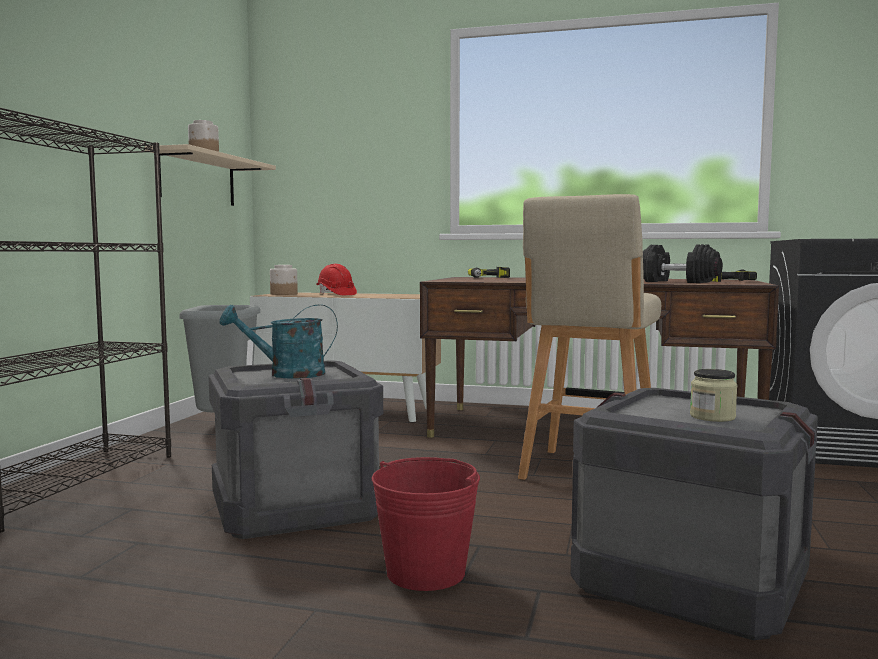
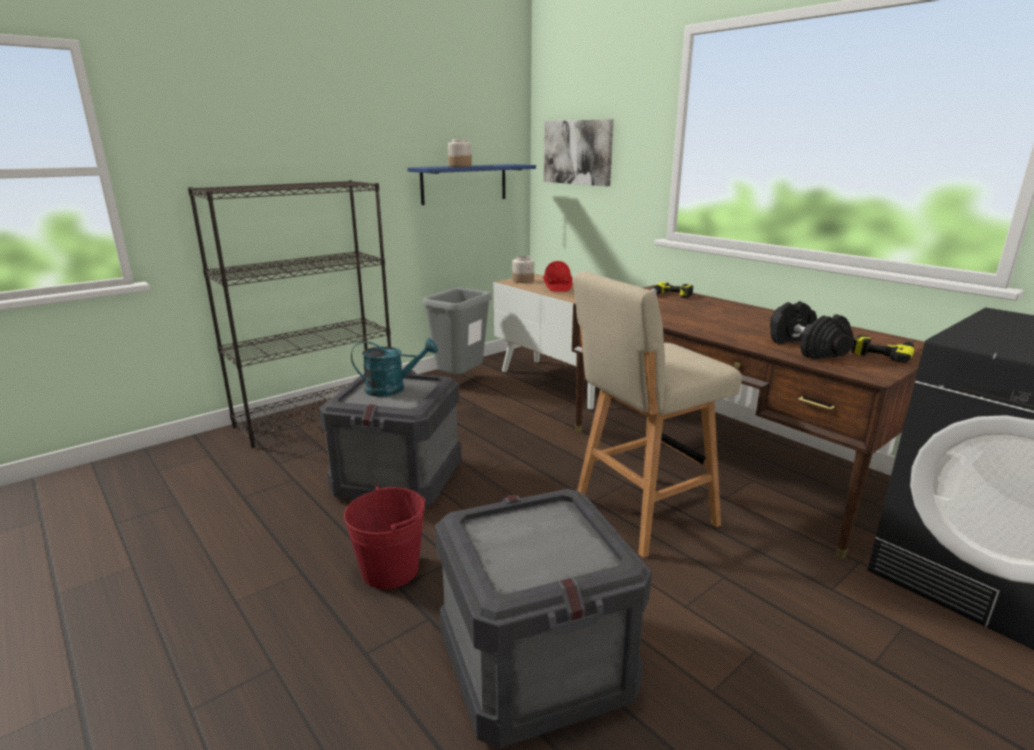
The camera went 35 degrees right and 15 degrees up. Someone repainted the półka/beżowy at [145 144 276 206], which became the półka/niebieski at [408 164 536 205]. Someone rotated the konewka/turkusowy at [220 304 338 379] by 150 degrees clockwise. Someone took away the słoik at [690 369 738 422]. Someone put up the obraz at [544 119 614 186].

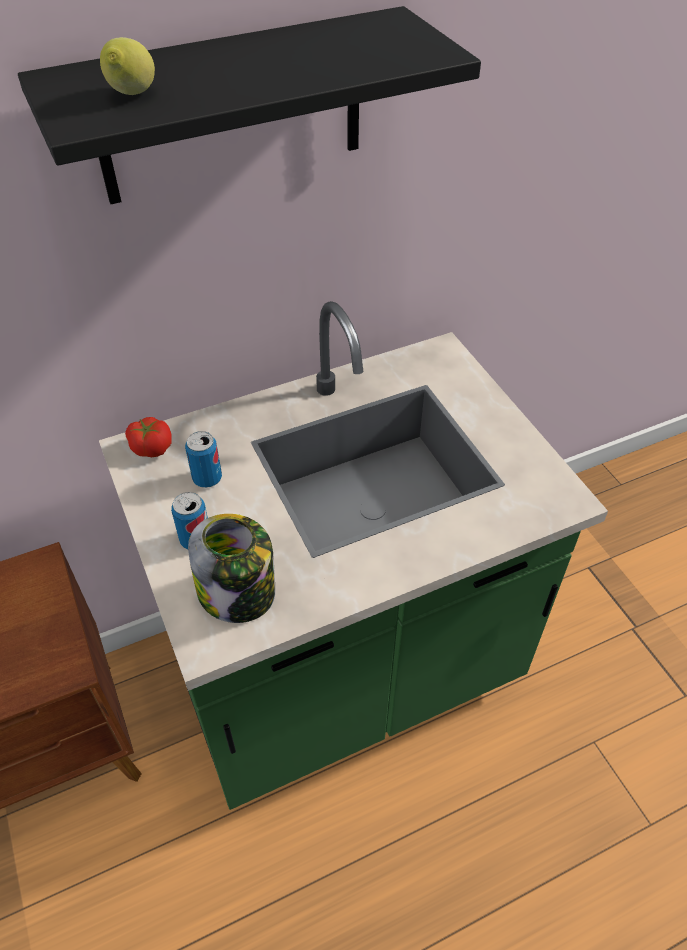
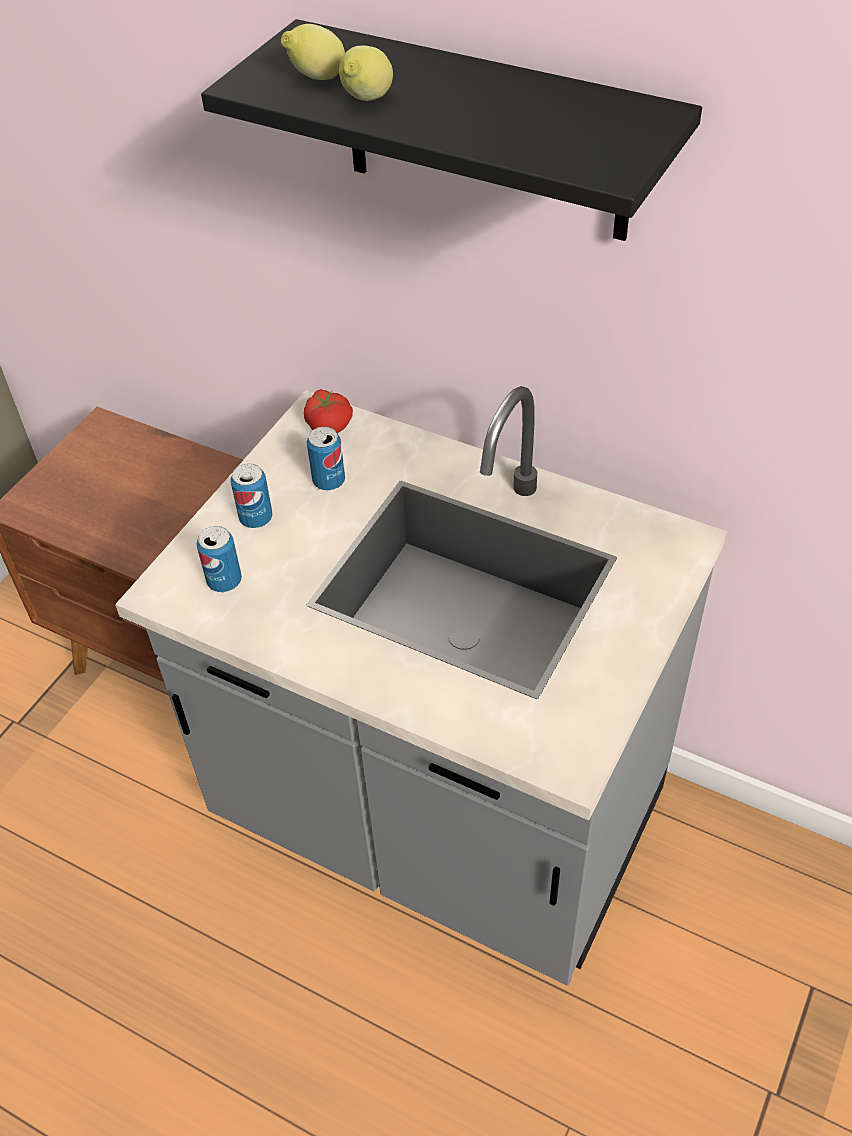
The camera went 55 degrees right and 0 degrees up. Someone repainted the zabudowa kuchenna/zielony at [99 301 608 810], which became the zabudowa kuchenna/szary at [115 386 727 986]. Someone swapped the słoik at [188 514 275 623] for the puszka at [197 526 242 592]. Someone put down the cytryna at [339 46 393 101].

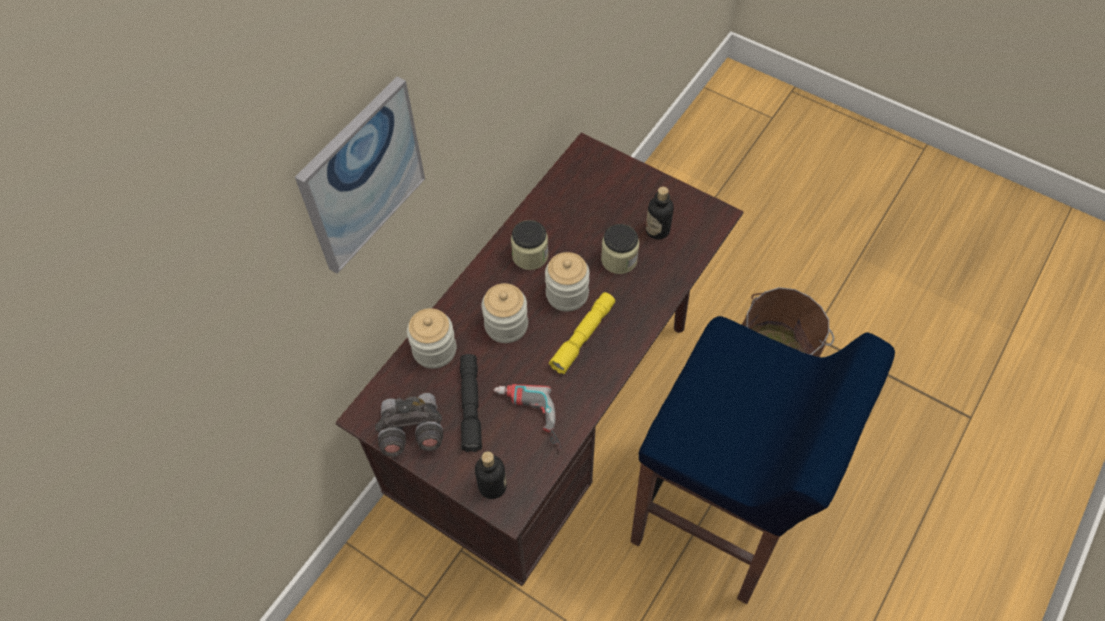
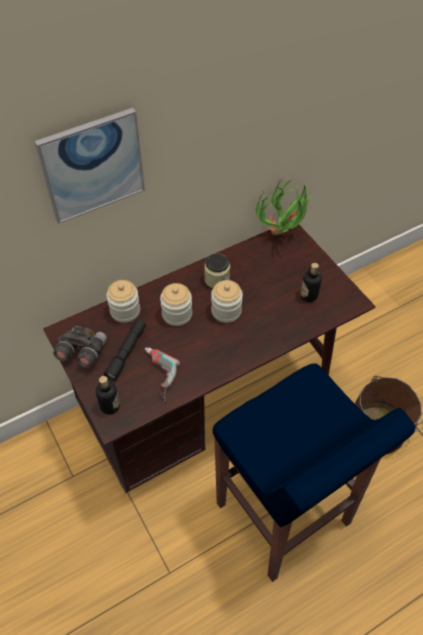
The camera went 25 degrees right and 5 degrees down. Someone took away the słoik at [601 224 639 274]. Someone took away the latarka/żółty at [549 292 615 374]. Someone put down the roślina doniczkowa at [256 180 313 235].

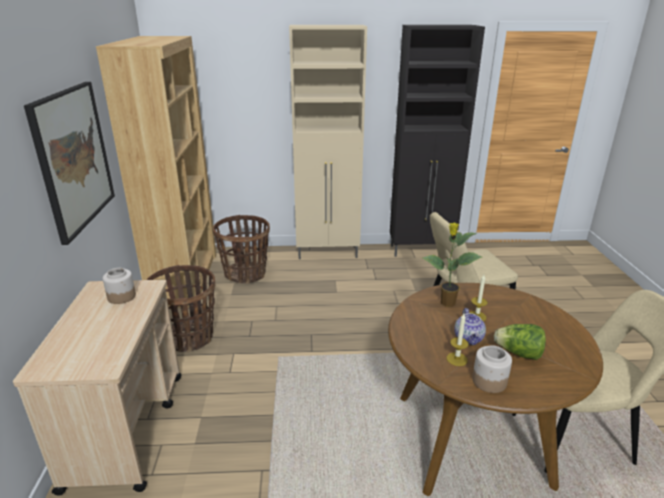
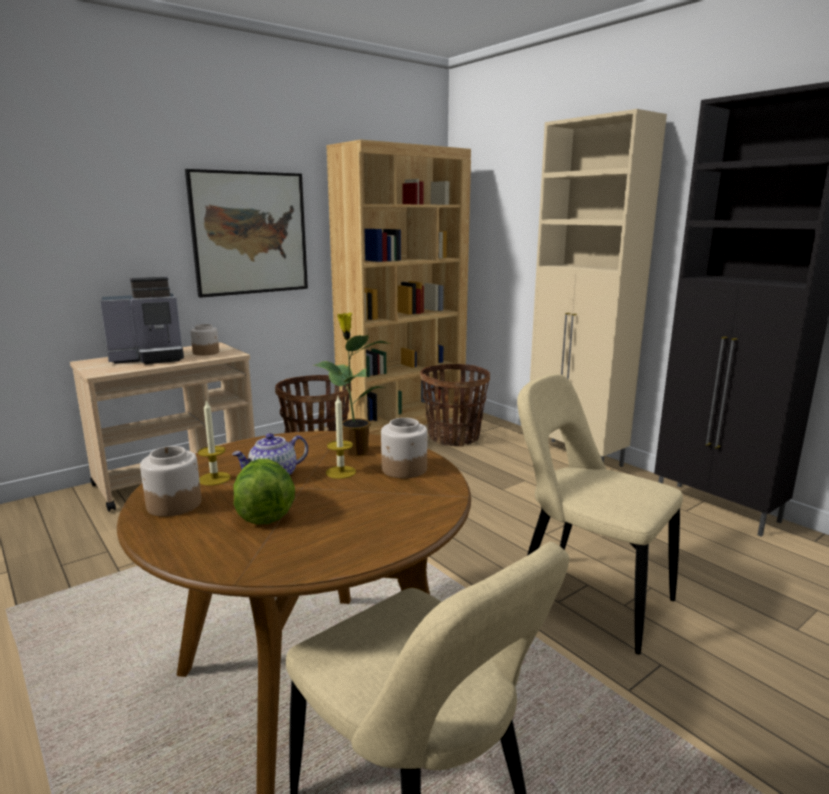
The camera went 55 degrees right and 10 degrees down. Someone put down the ekspres do kawy at [99 277 184 364]. Someone put down the słoik at [381 418 427 478].

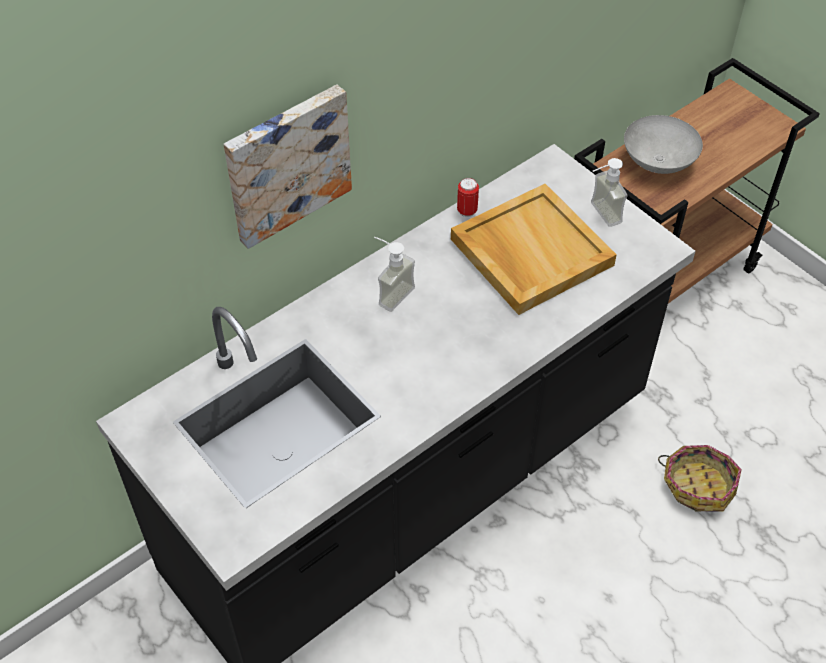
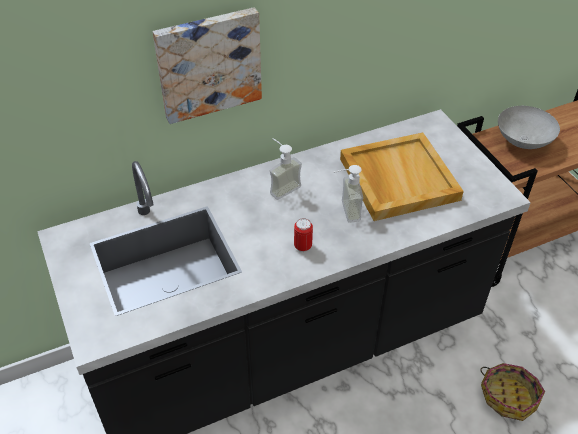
The camera went 15 degrees right and 5 degrees down. Someone carried the dozownik mydła from [591 158 627 227] to [334 165 363 223]. Someone carried the puszka from [457 178 479 217] to [294 218 313 252].

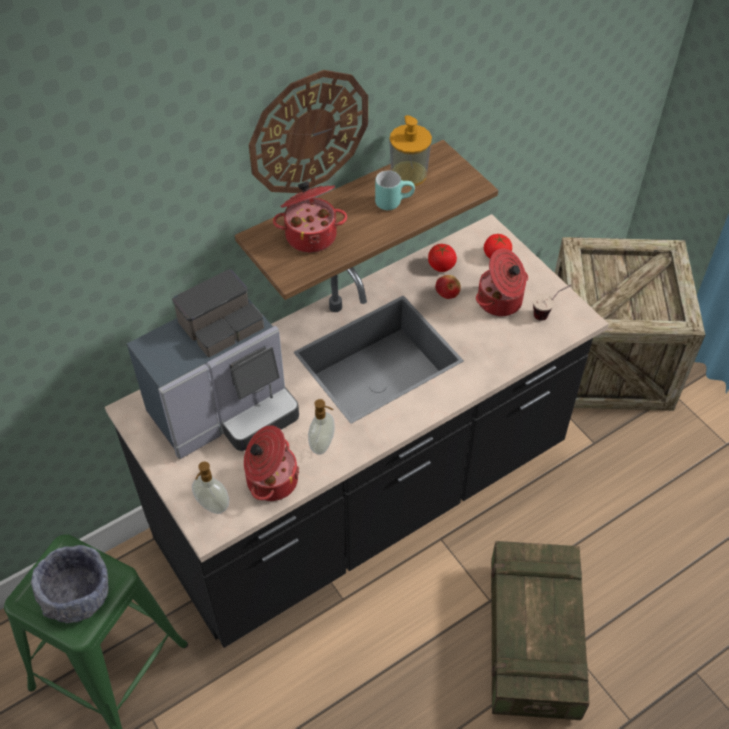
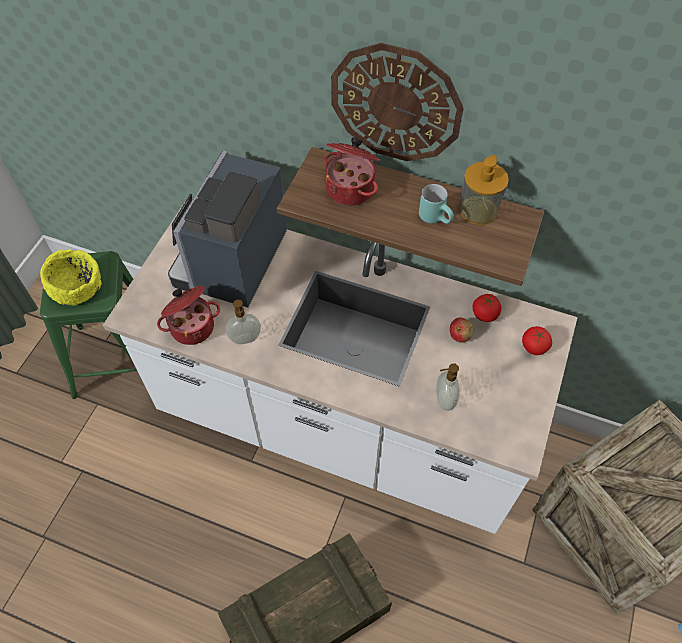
The camera went 55 degrees right and 5 degrees up. Someone repainted the zabudowa kuchenna/czarny at [105 214 609 648], which became the zabudowa kuchenna/biały at [103 204 578 534]. Someone took away the garnek at [476 248 528 316]. Someone rotated the ekspres do kawy at [127 269 299 459] by 90 degrees clockwise. Someone took away the filiżanka at [533 285 571 321]. Someone carried the dozownik mydła from [192 462 229 514] to [436 363 460 411]. Someone repainted the miska/szary at [31 545 109 623], which became the miska/żółty at [40 249 101 305].

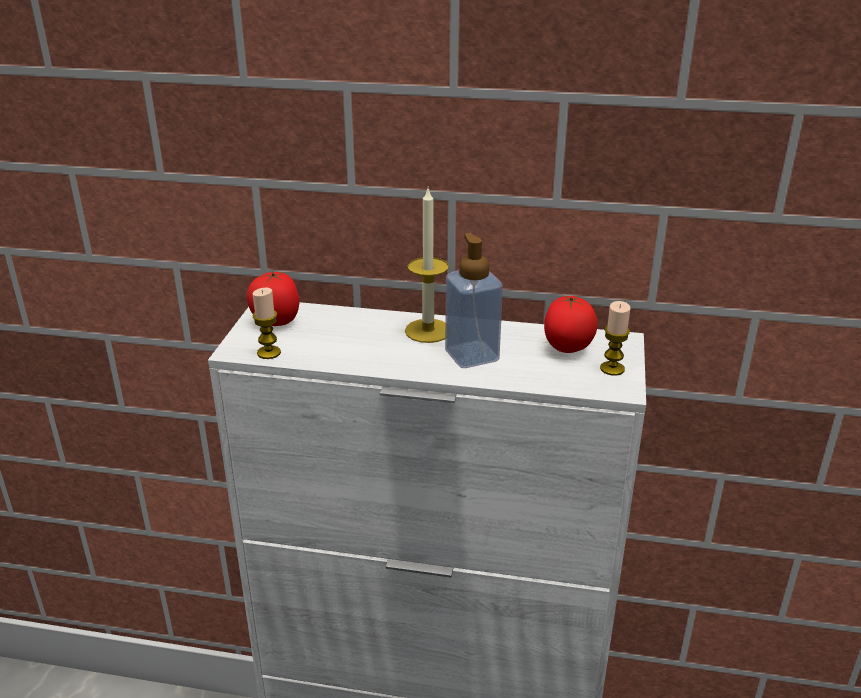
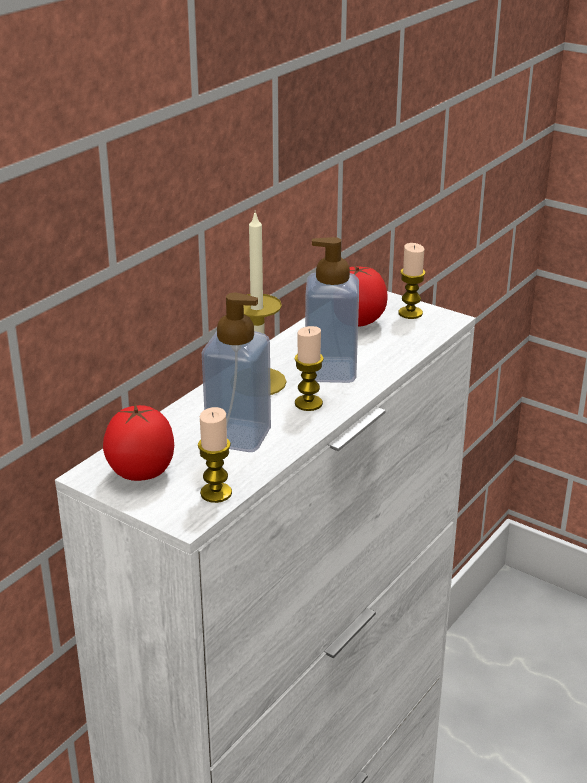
The camera went 65 degrees left and 0 degrees up. Someone put down the dozownik mydła at [202 293 271 452]. Someone put down the świeca at [294 326 324 411].

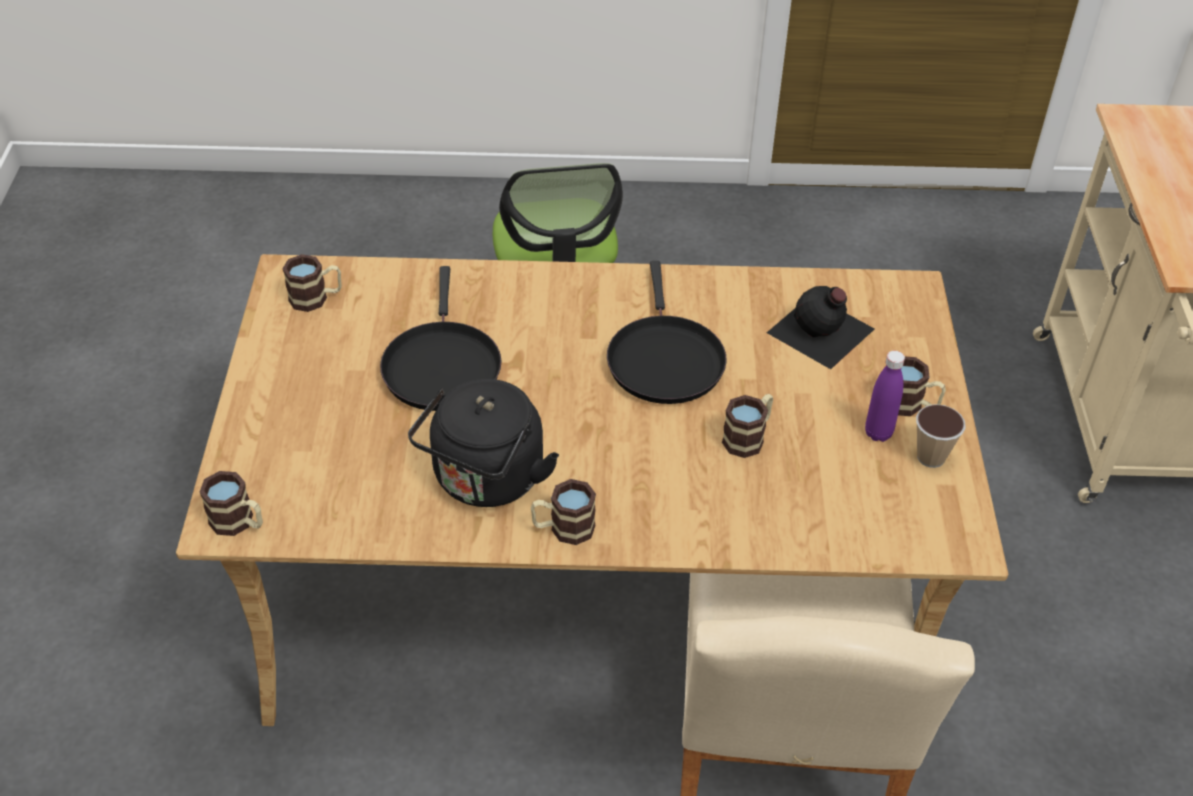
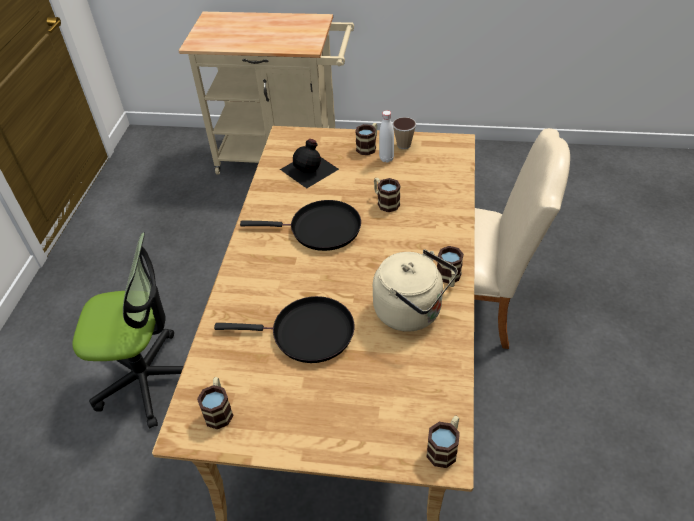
The camera went 80 degrees left and 0 degrees up. Someone repainted the butelka/fioletowy at [865 351 905 442], which became the butelka/biały at [379 110 394 163]. Someone repainted the czajnik/czarny at [408 379 559 507], which became the czajnik/beżowy at [373 249 458 332].

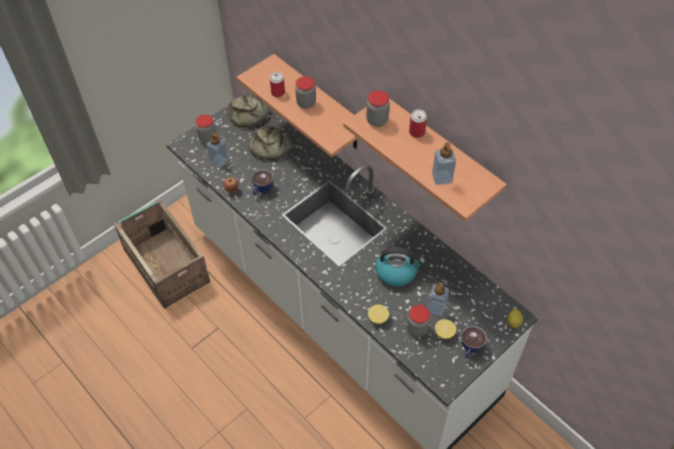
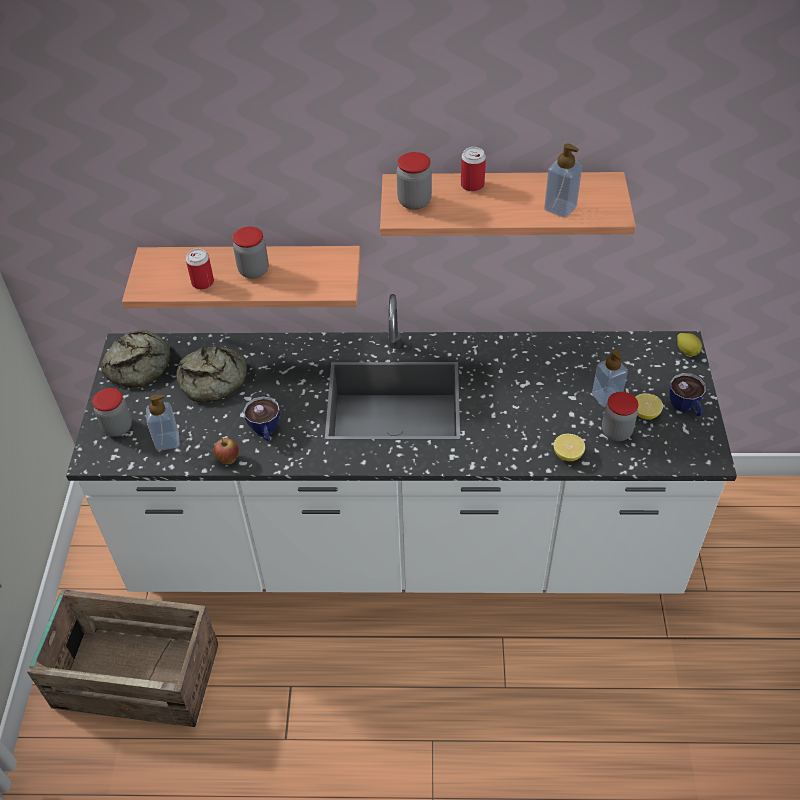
The camera went 45 degrees left and 5 degrees down. Someone took away the czajnik at [375 247 425 287].

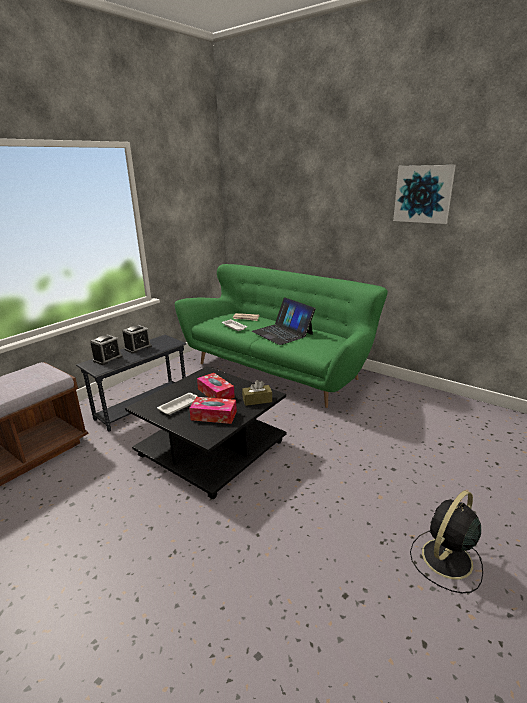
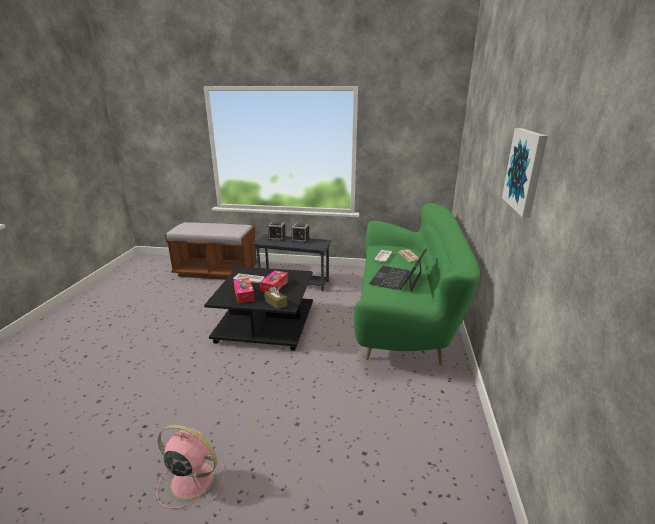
The camera went 60 degrees right and 0 degrees up. Someone repainted the wentylator/czarny at [410 490 483 594], which became the wentylator/różowy at [156 424 225 509].

